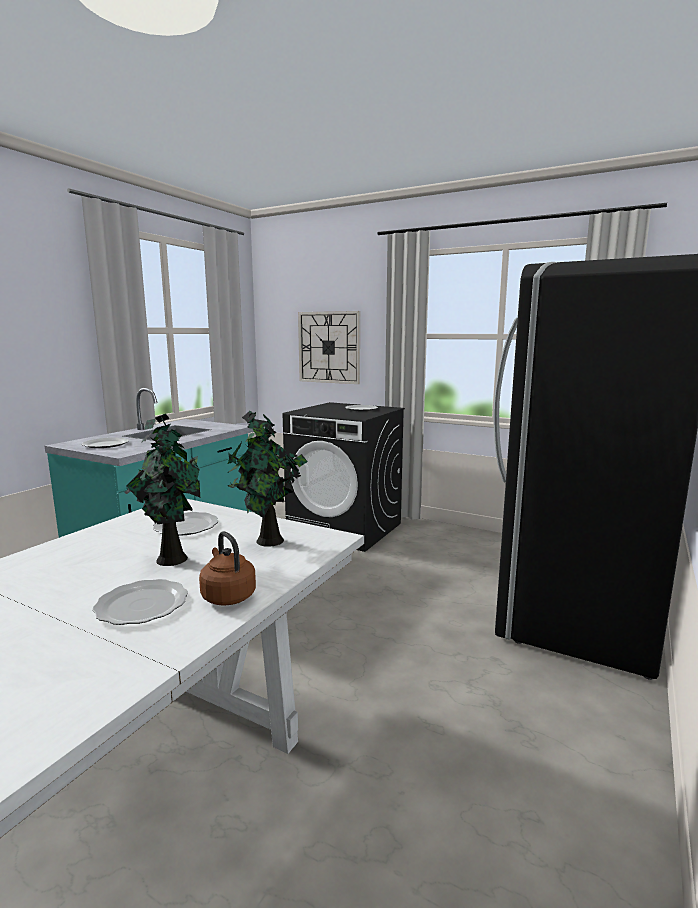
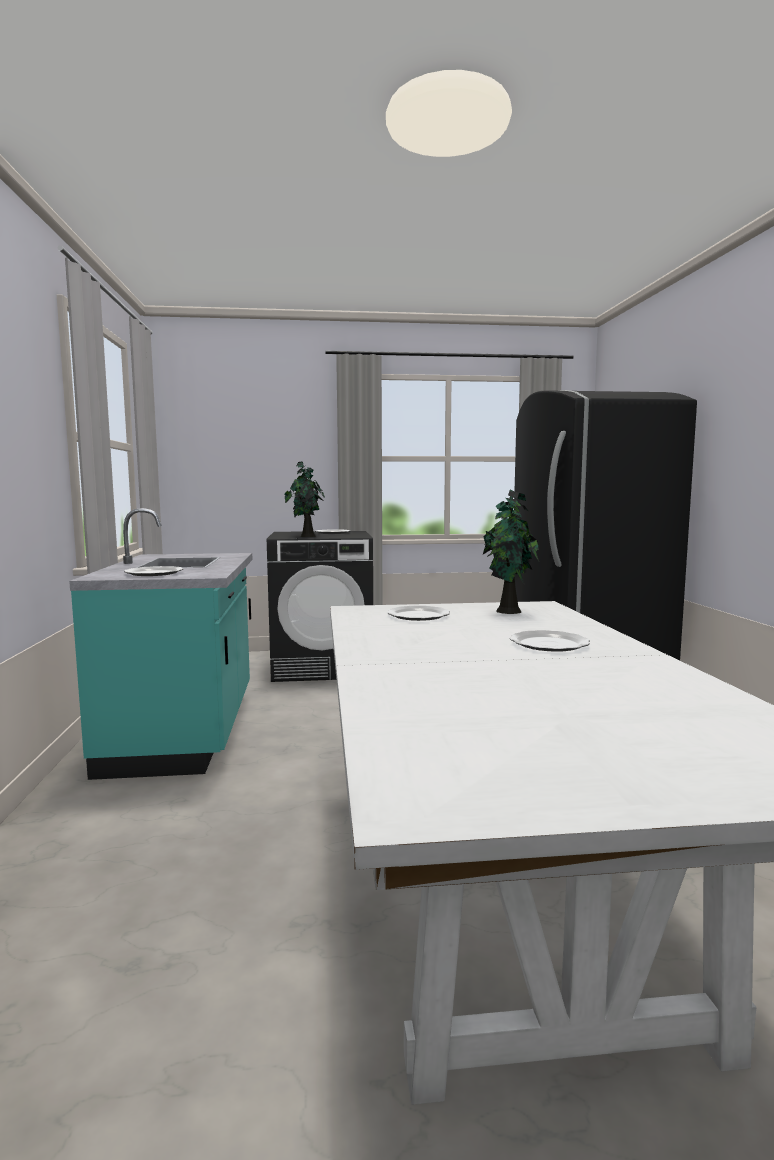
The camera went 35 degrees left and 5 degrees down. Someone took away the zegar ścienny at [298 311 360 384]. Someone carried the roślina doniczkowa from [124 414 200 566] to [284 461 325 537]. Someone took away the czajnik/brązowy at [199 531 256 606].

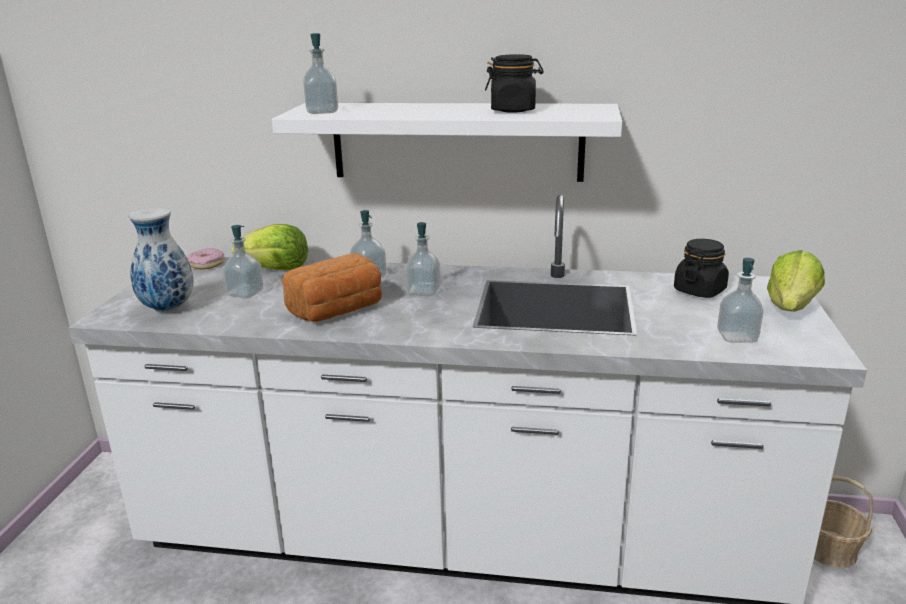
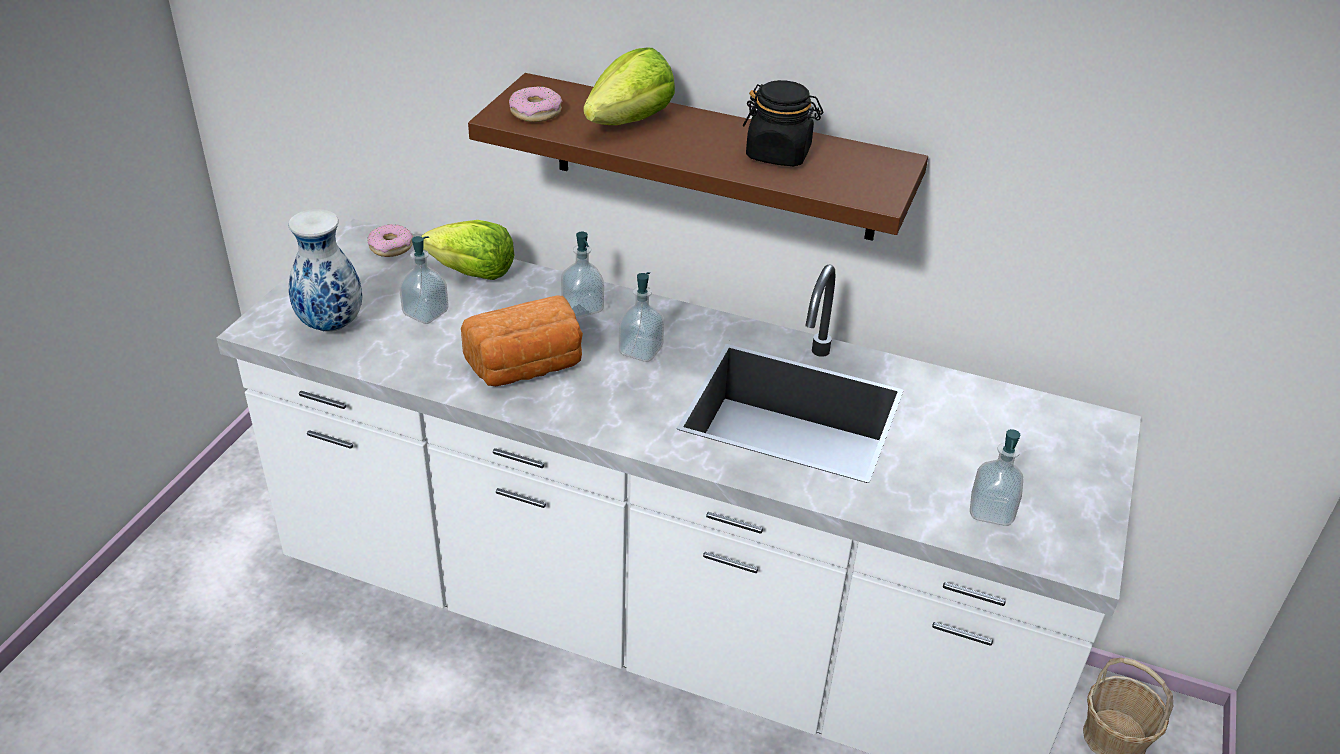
The camera went 10 degrees right and 15 degrees up. Someone swapped the dozownik mydła at [303 33 338 114] for the donut at [509 86 562 122]. Someone repainted the półka/biały at [272 103 622 182], which became the półka/brązowy at [468 73 928 241]. Someone took away the słoik/czarny at [674 239 729 298]. Someone carried the sałata from [767 250 825 312] to [584 48 675 125].

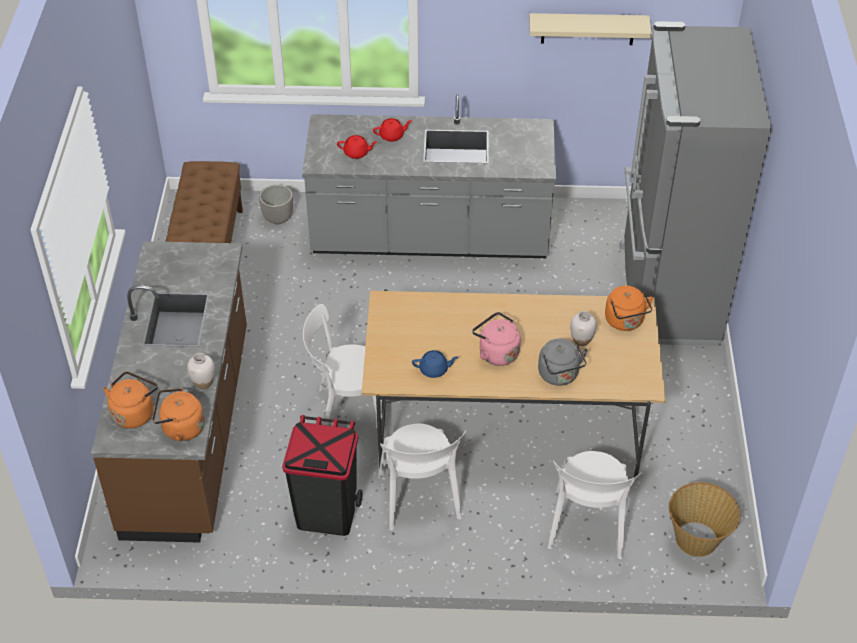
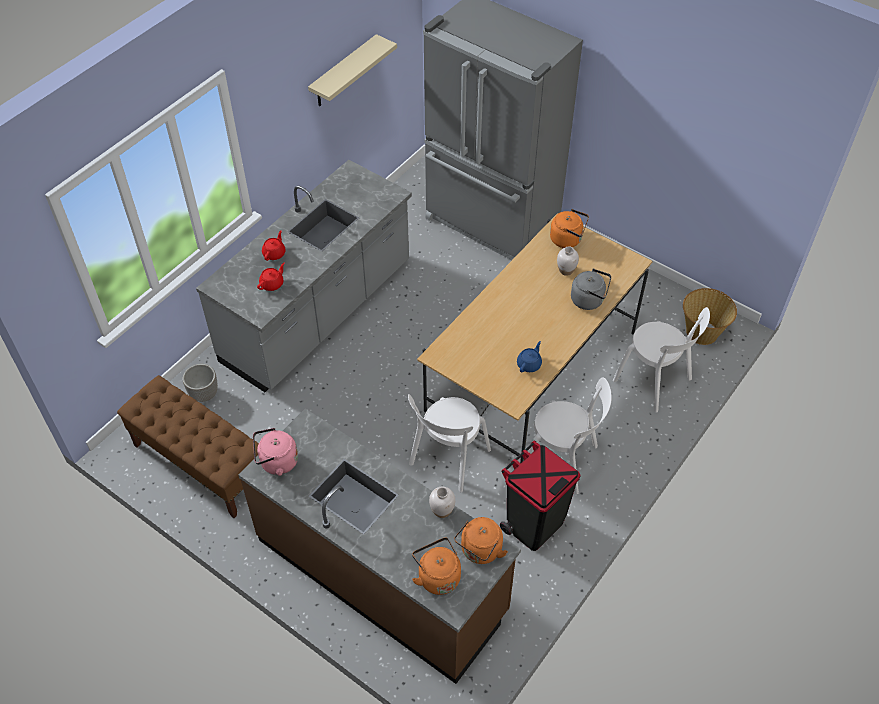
The camera went 55 degrees left and 5 degrees up. Someone carried the czajnik/różowy from [472 312 521 366] to [253 428 298 476].

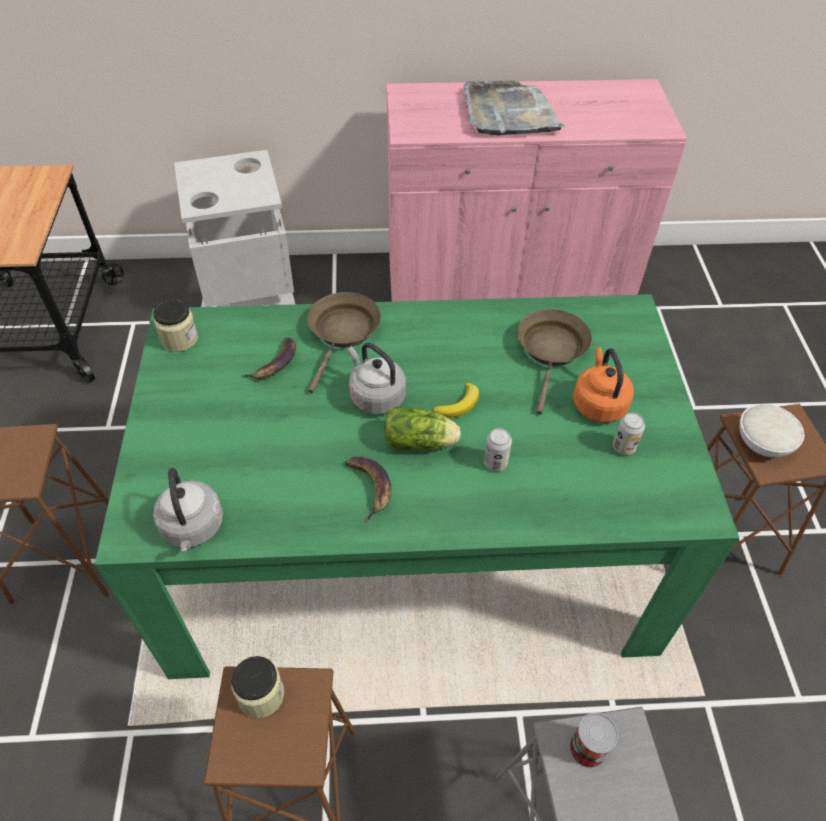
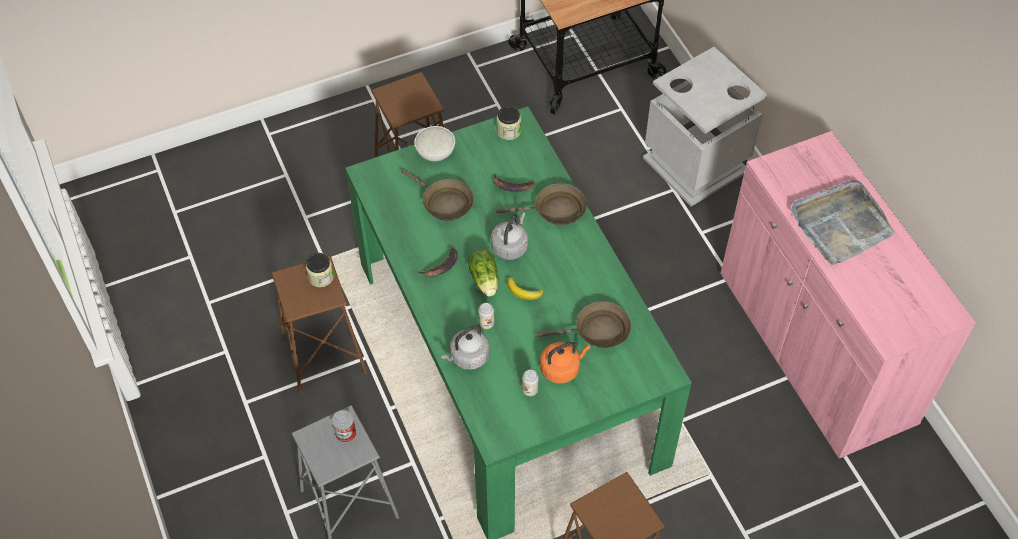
The camera went 70 degrees right and 5 degrees up. Someone carried the miska/biały from [739 404 804 457] to [414 126 455 161]. Someone carried the czajnik/szary from [153 468 223 551] to [441 324 490 370]. Someone put down the patelnia/brązowy at [401 169 474 221].

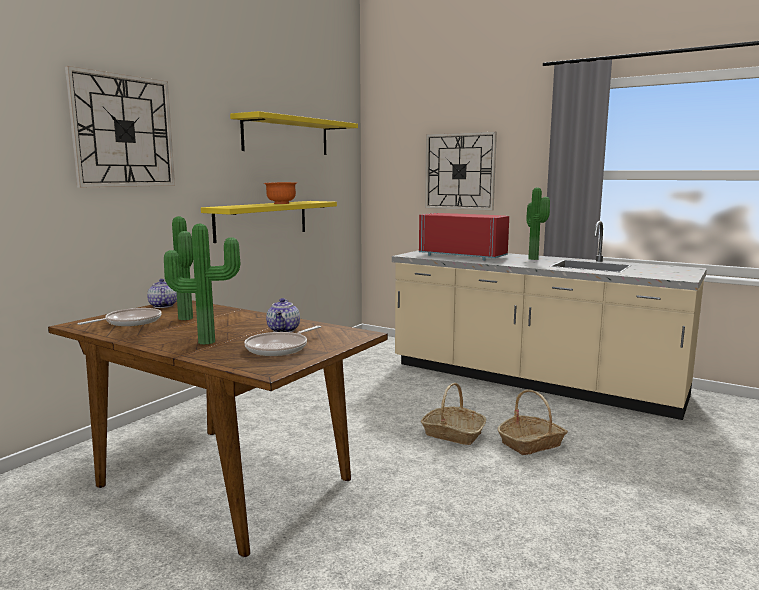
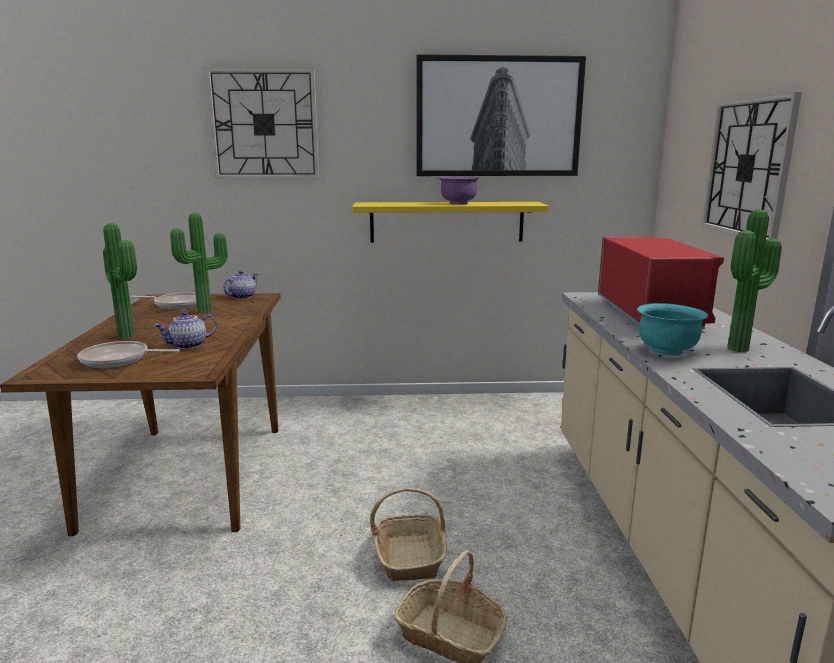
The camera went 55 degrees right and 5 degrees up. Someone swapped the półka/żółty at [230 111 358 155] for the obraz at [417 54 586 176]. Someone repainted the miska/pomarańczowy at [264 182 297 204], which became the miska/fioletowy at [438 177 479 205]. Someone put down the miska/turkusowy at [637 303 708 356].

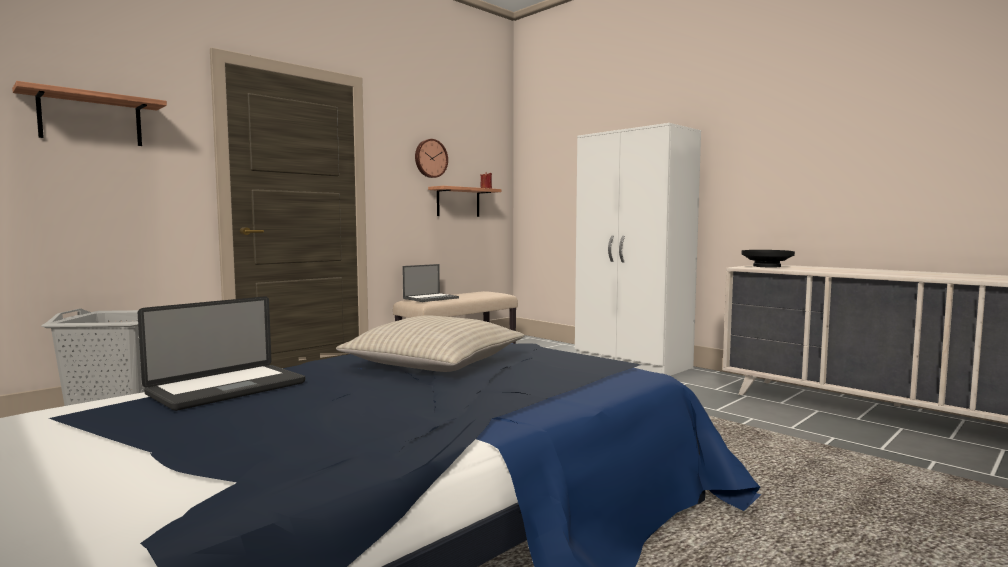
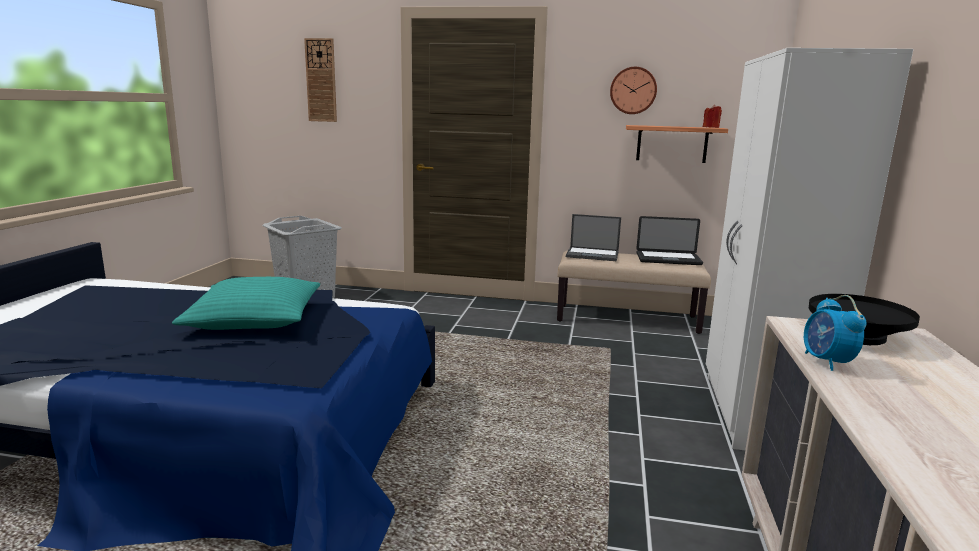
The camera went 55 degrees right and 10 degrees up. Someone swapped the półka at [12 81 167 146] for the zegar ścienny at [304 38 337 122]. Someone carried the laptop from [138 296 305 411] to [636 216 703 265]. Someone repainted the poduszka/beżowy at [336 316 525 372], which became the poduszka/turkusowy at [172 277 320 330]. Someone put down the budzik at [804 295 867 371].

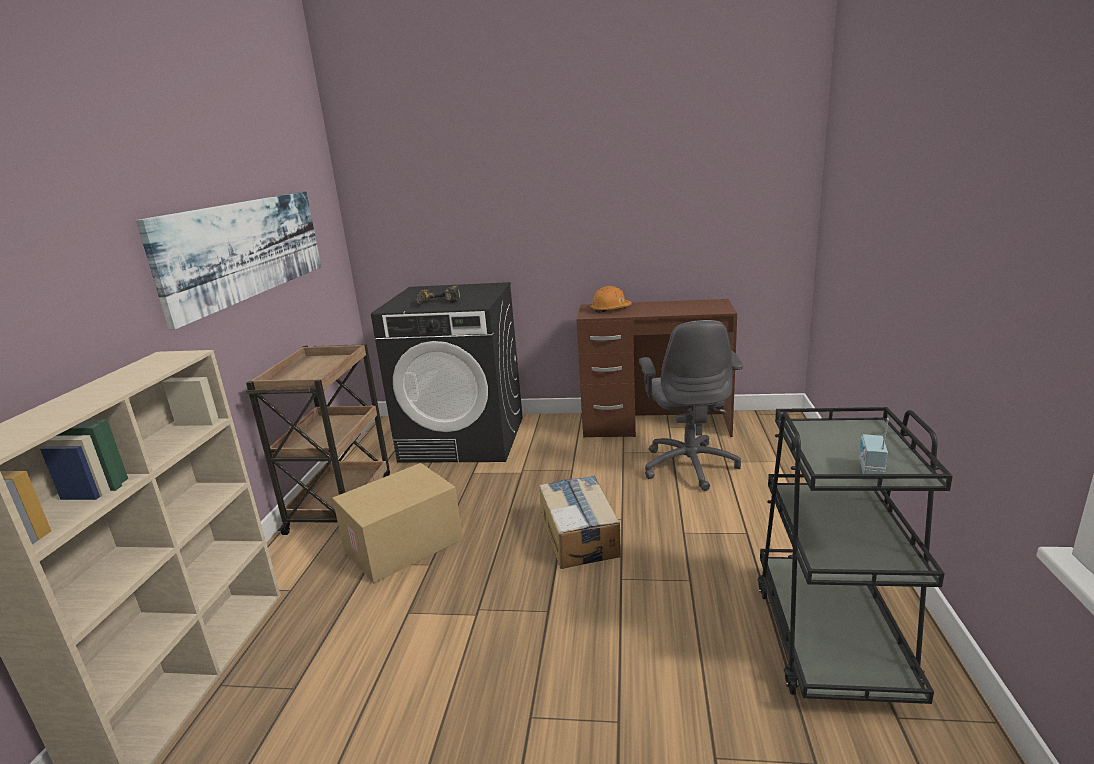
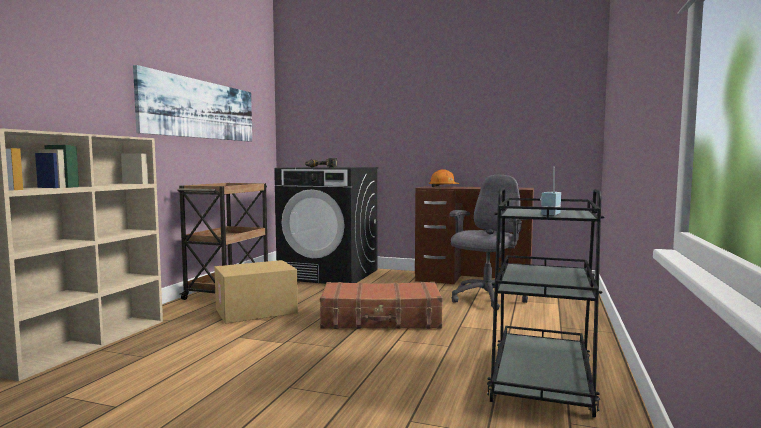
The camera went 10 degrees right and 15 degrees down. Someone rotated the krzesło biurowe/szary at [639 320 743 491] by 150 degrees counterclockwise. Someone swapped the karton at [539 475 621 569] for the walizka/brązowy at [320 282 443 329].

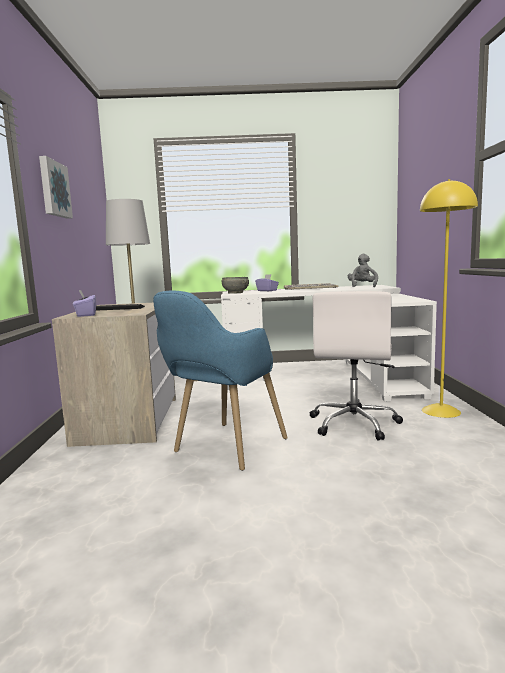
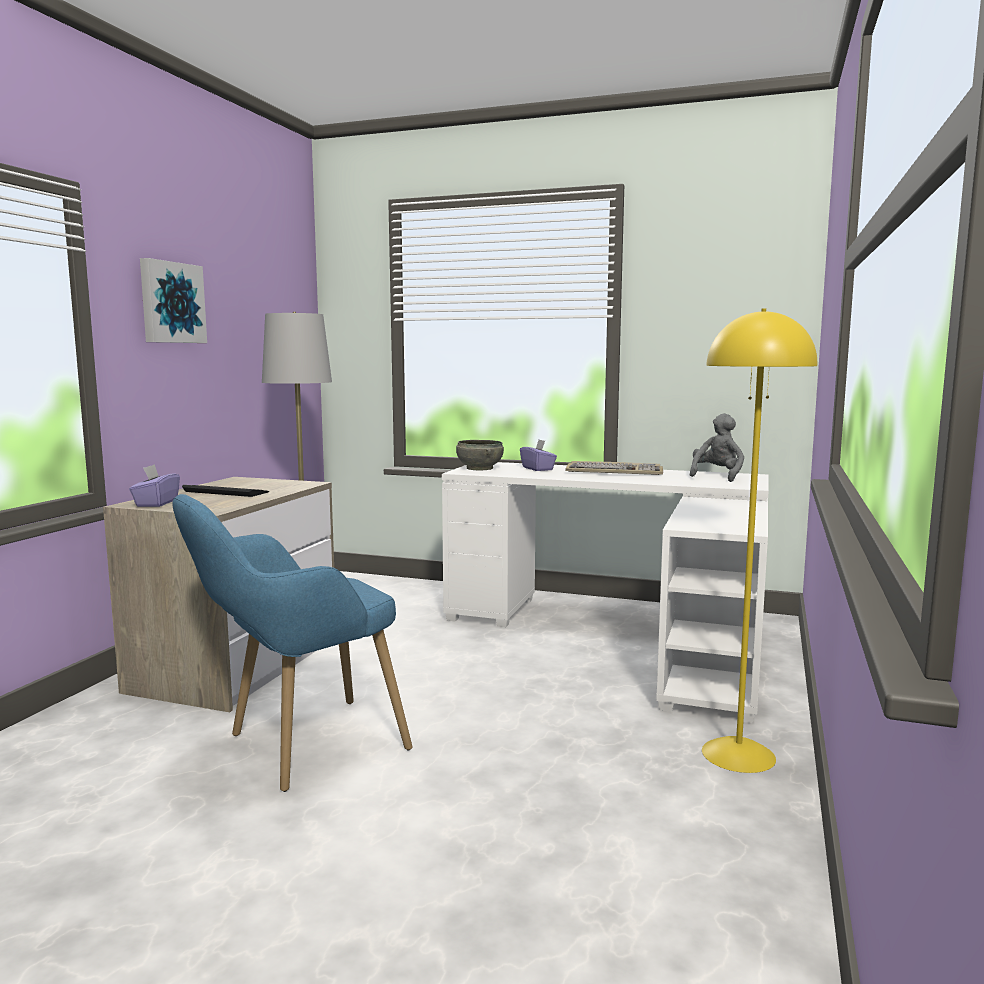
The camera went 20 degrees right and 0 degrees up. Someone took away the krzesło biurowe/biały at [310 291 403 441].

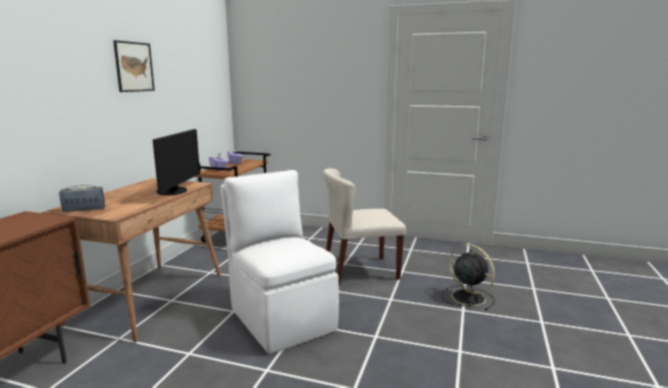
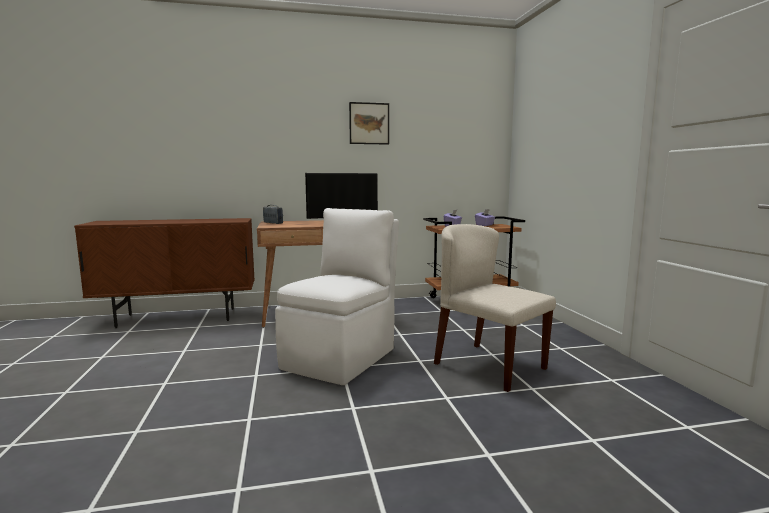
The camera went 60 degrees right and 5 degrees down. Someone took away the wentylator/czarny at [442 244 495 310].

